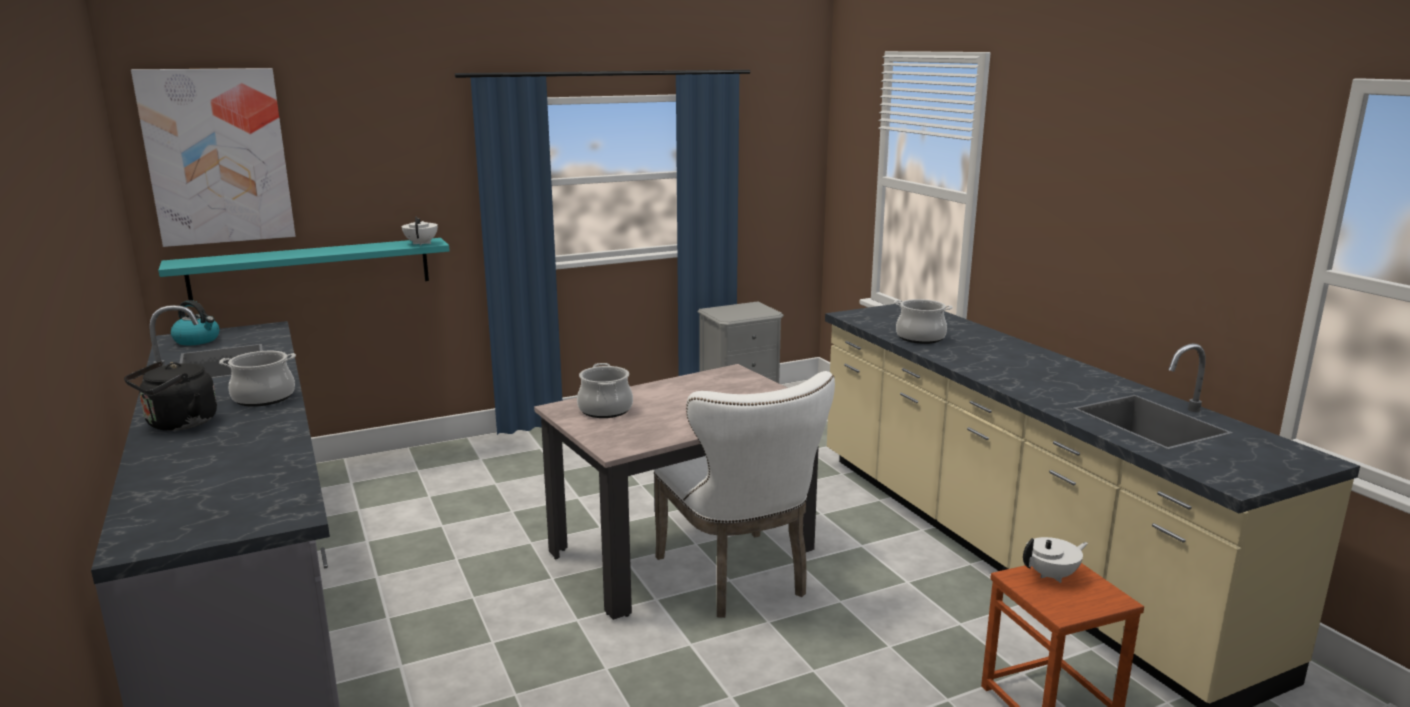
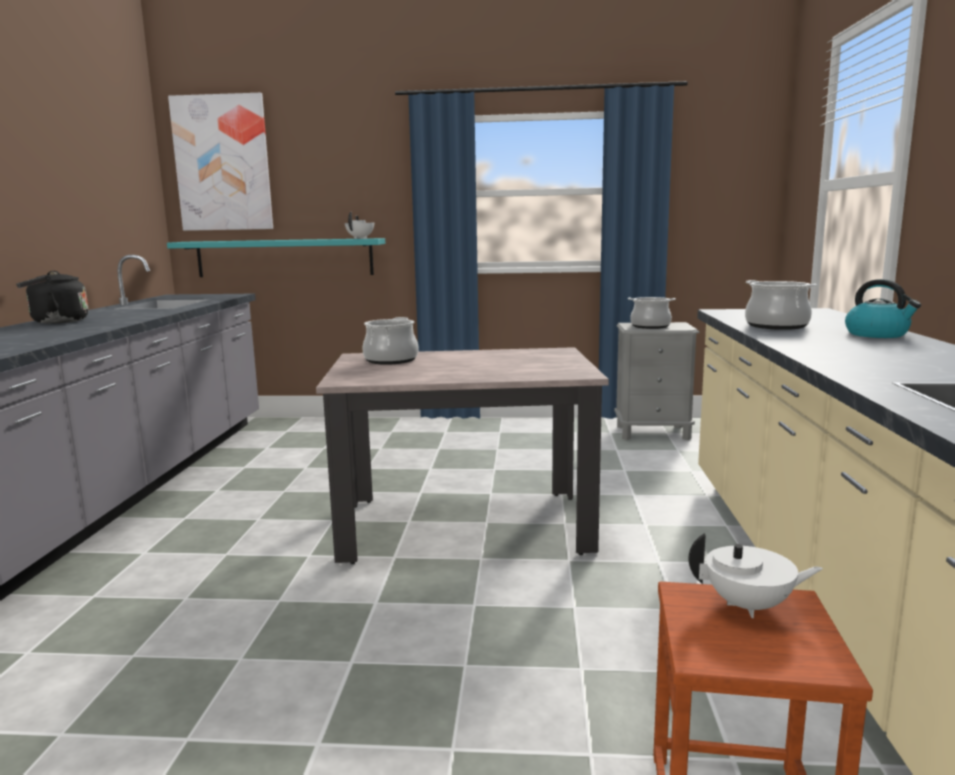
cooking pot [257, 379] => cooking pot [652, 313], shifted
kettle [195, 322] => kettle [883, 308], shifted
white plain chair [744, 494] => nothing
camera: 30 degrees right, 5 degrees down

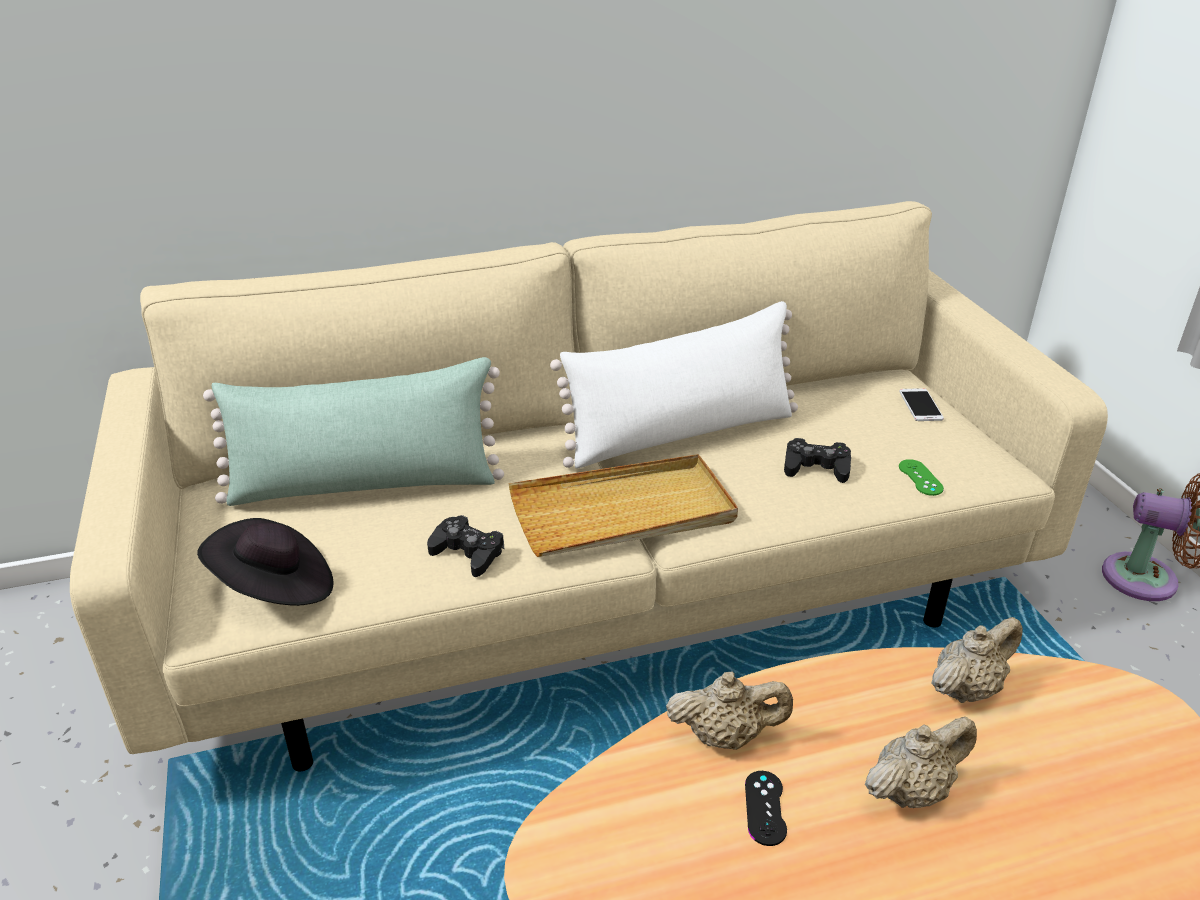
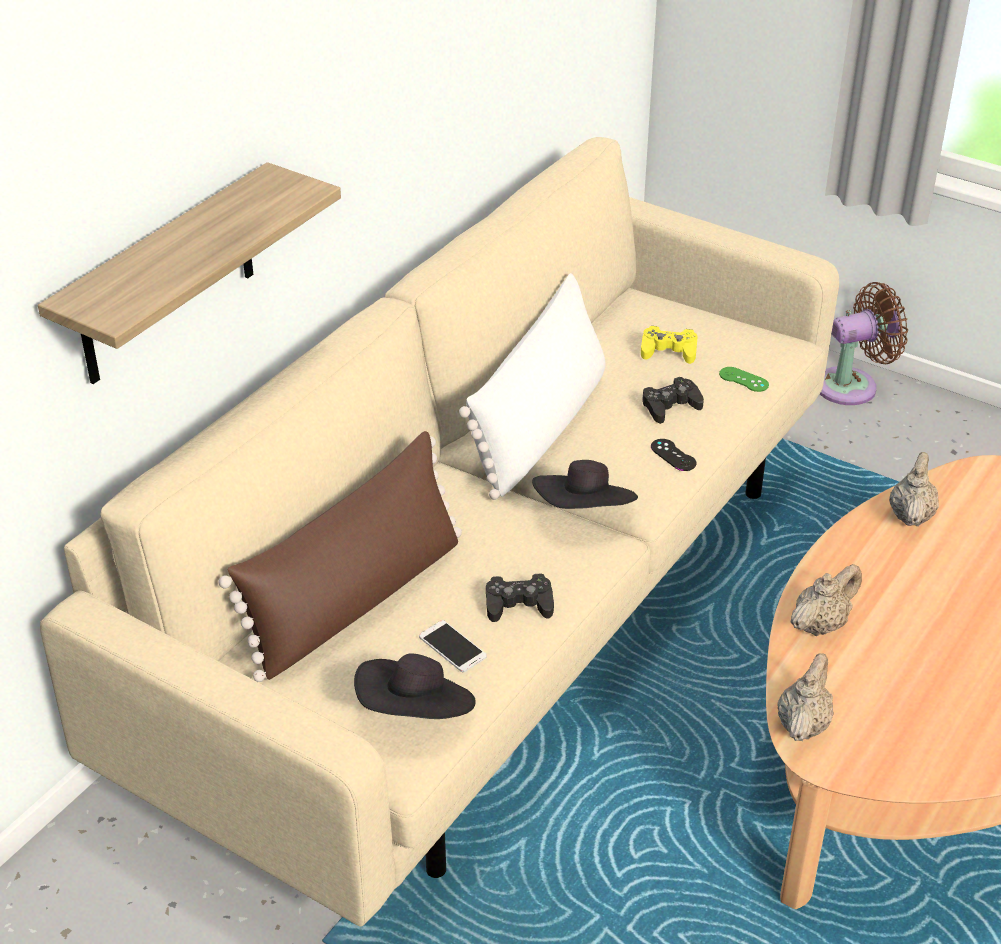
nothing => wall shelf [189, 273]
green throw pillow [353, 431] => brown throw pillow [340, 556]
handset [921, 404] => handset [453, 646], shifted
sand-coloured tray [623, 505] => black-coloured clothing hat [585, 484]
nothing => yellowish joypad [669, 345]
black-coloured joypad [766, 808] => black-coloured joypad [673, 455], shifted
sand-coloured tea pot [921, 762] => sand-coloured tea pot [806, 697], shifted
camera: 40 degrees left, 5 degrees up

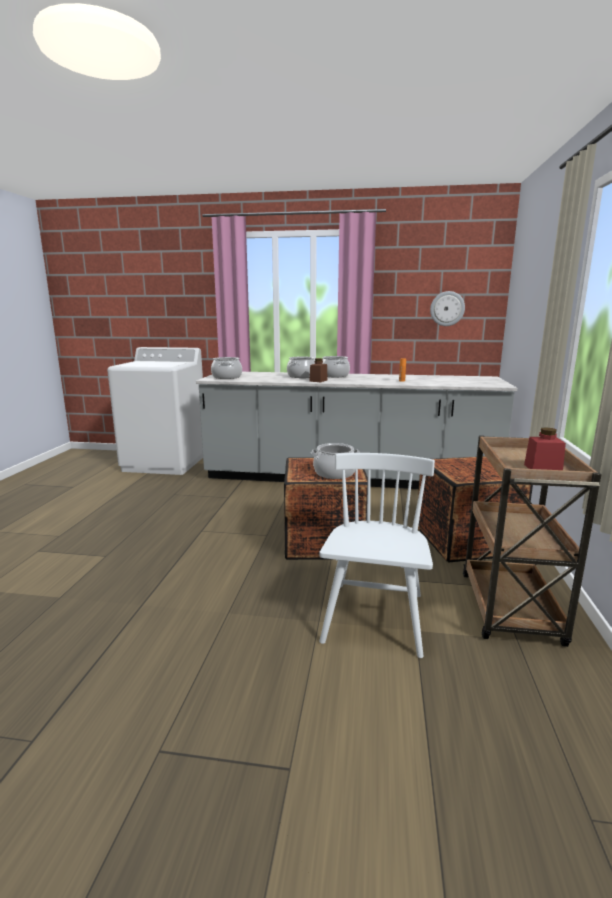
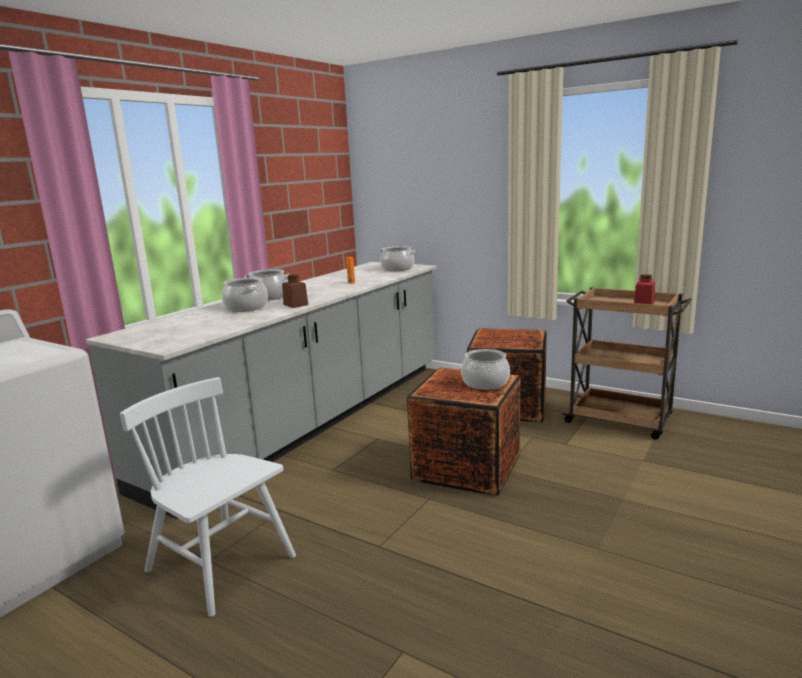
white plain chair [377, 555] => white plain chair [208, 497], shifted
cooking pot [226, 368] => cooking pot [397, 258], shifted
clock on the wall [447, 308] => nothing
camera: 65 degrees left, 0 degrees up

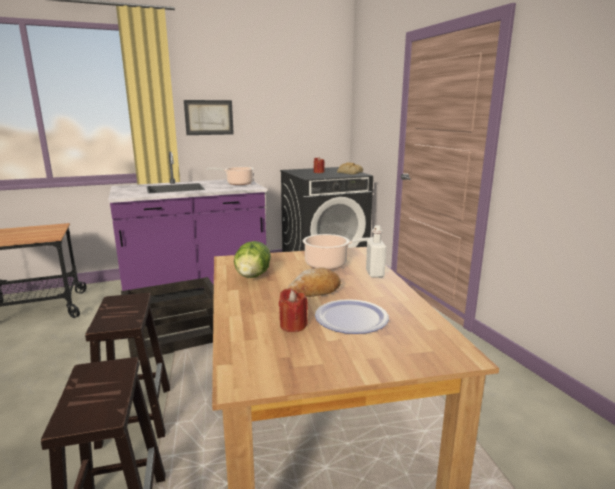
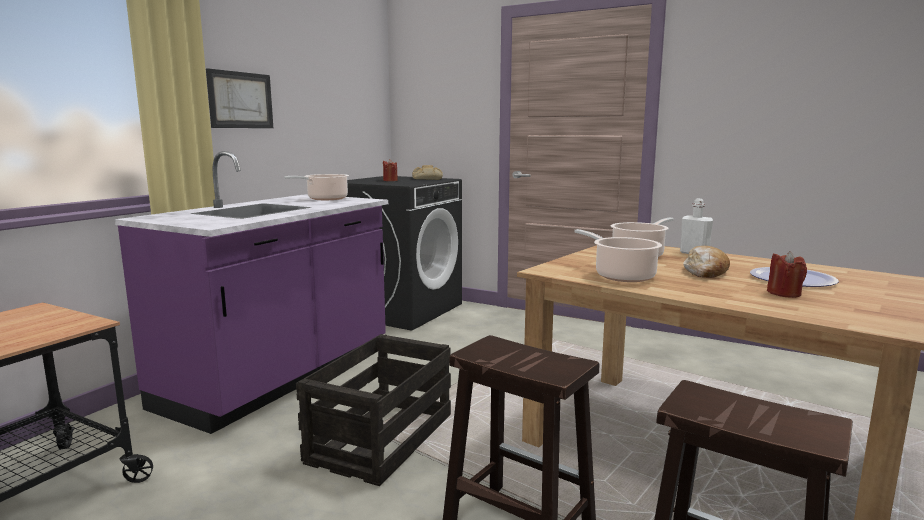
head of lettuce [252, 259] => cooking pot [618, 255]
camera: 40 degrees left, 5 degrees down

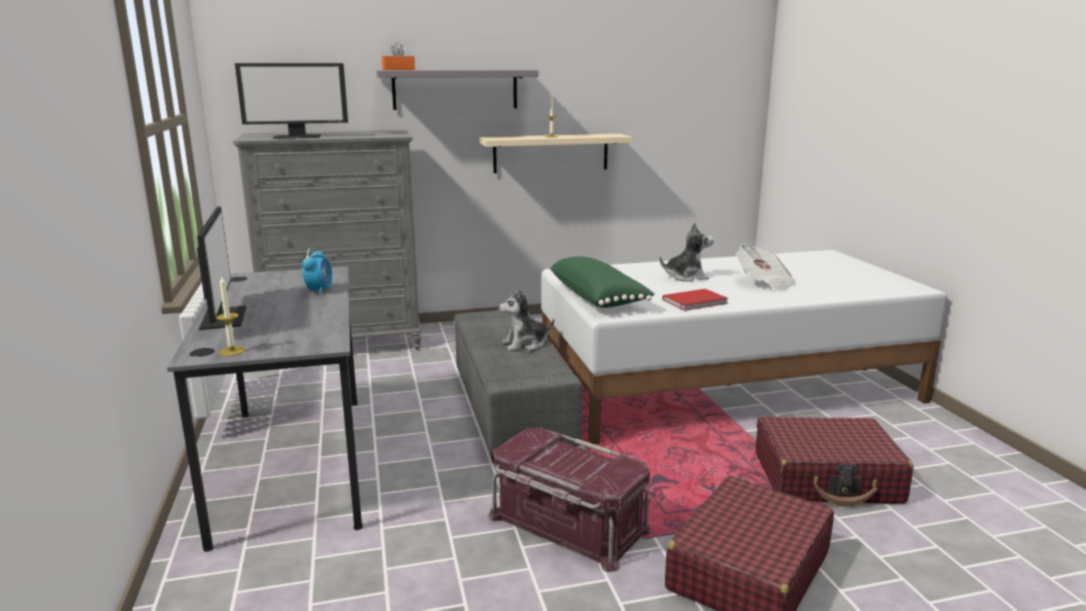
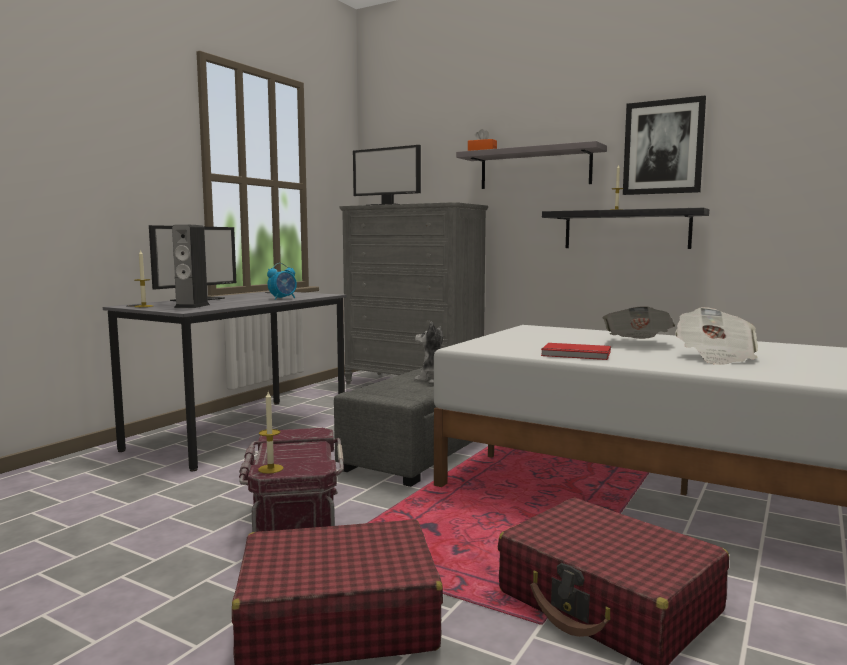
nothing => speaker [191, 266]
nothing => wax light [270, 433]
sand-coloured wall shelf [555, 153] => black-coloured wall shelf [625, 228]
soft toy [686, 252] => daily paper [638, 322]
nothing => picture [664, 145]
green throw pillow [602, 282] => nothing
camera: 45 degrees right, 10 degrees down

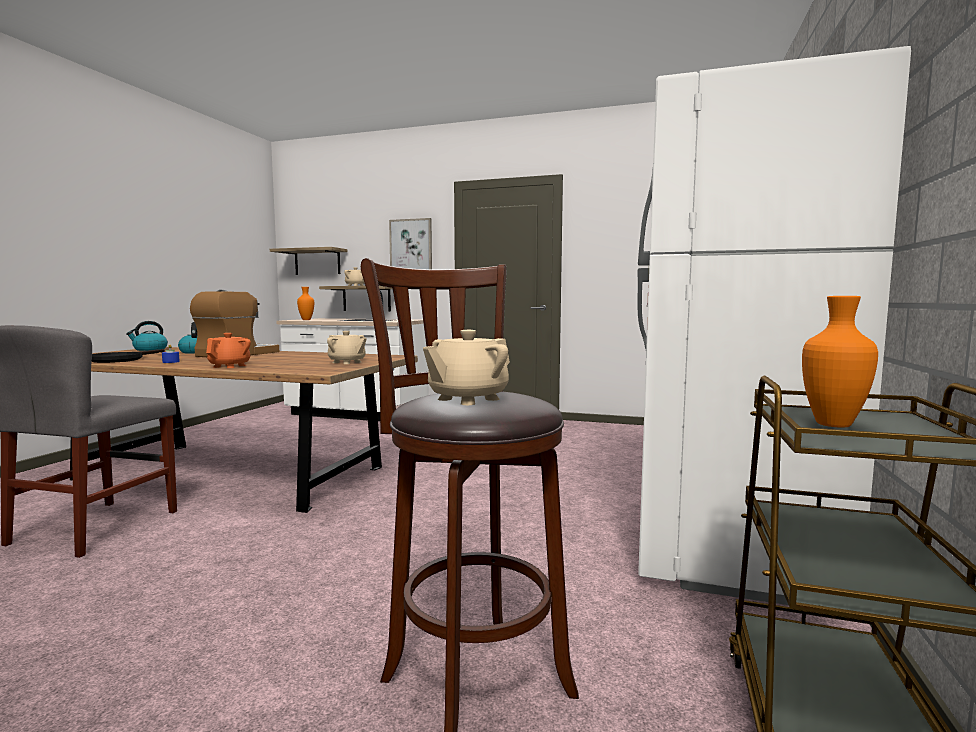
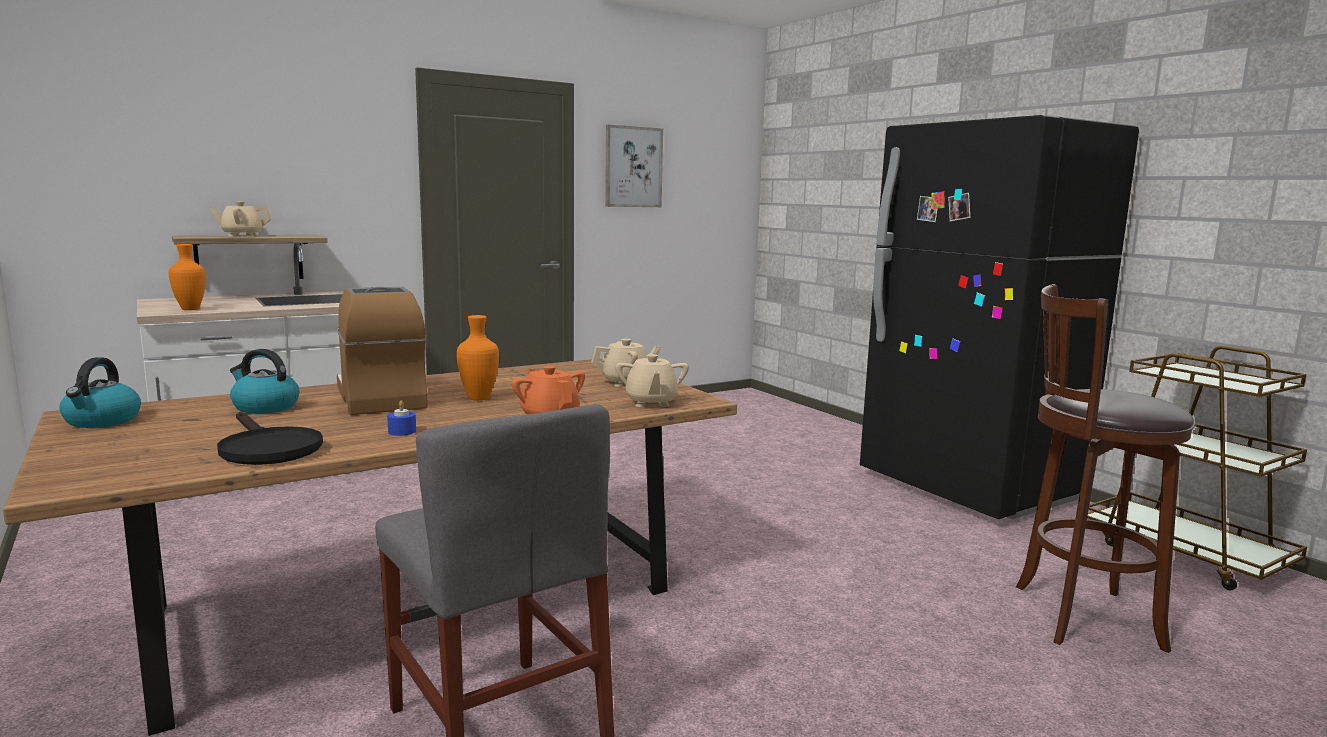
orangey flower vase [840, 362] => orangey flower vase [478, 358], shifted
picture [410, 243] => picture [634, 166], shifted
sand-coloured tea pot [466, 367] => sand-coloured tea pot [652, 380], shifted
white kitchen fridge [774, 325] => black-coloured kitchen fridge [999, 317]
wall shelf [309, 261] => nothing
camera: 50 degrees left, 5 degrees up

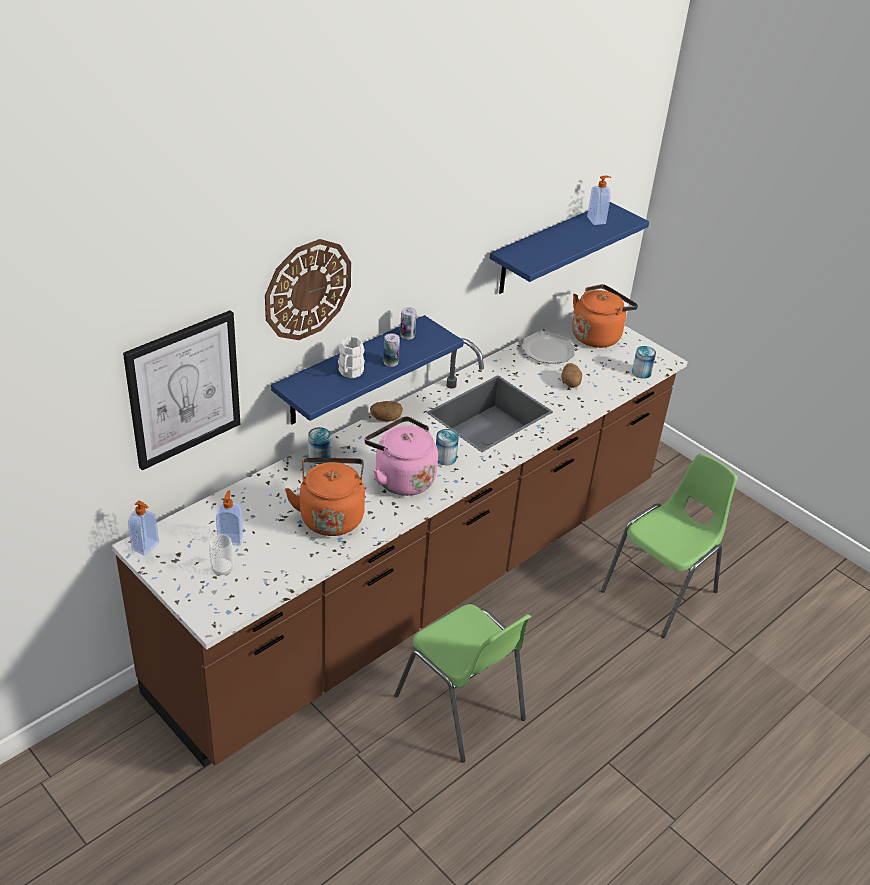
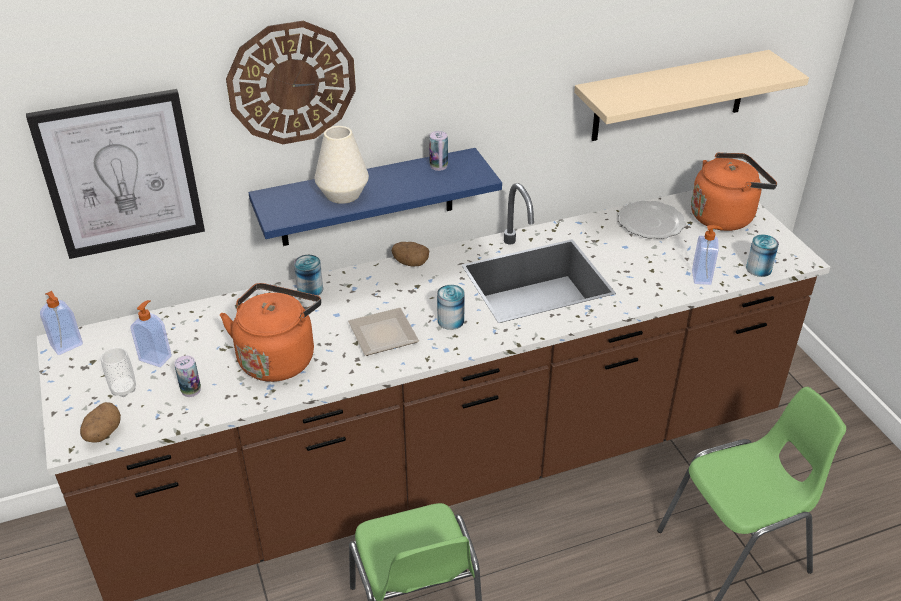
spud [571, 375] => spud [100, 422], shifted
sealed can [391, 350] => sealed can [187, 376], shifted
white coffee mug [351, 357] => white flower vase [342, 165]
pinkish kettle [401, 456] => plate [383, 332]
blue wall shelf [569, 248] => sand-coloured wall shelf [691, 95]
soap bottle [599, 200] => soap bottle [707, 255], shifted
camera: 25 degrees right, 0 degrees up

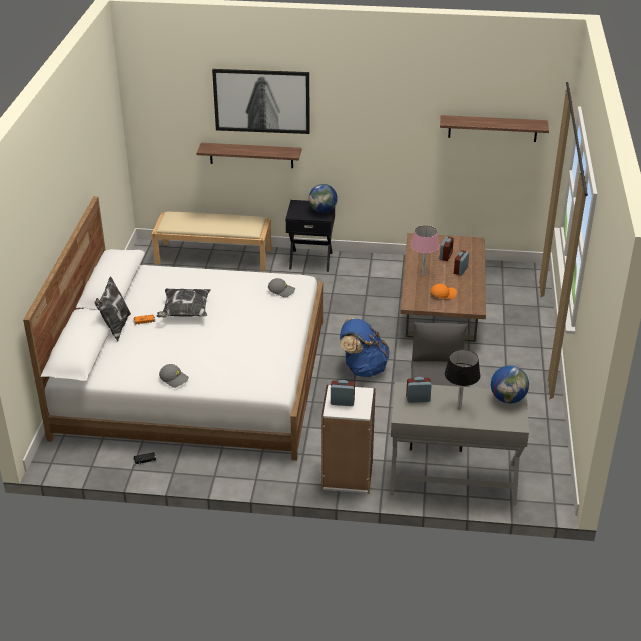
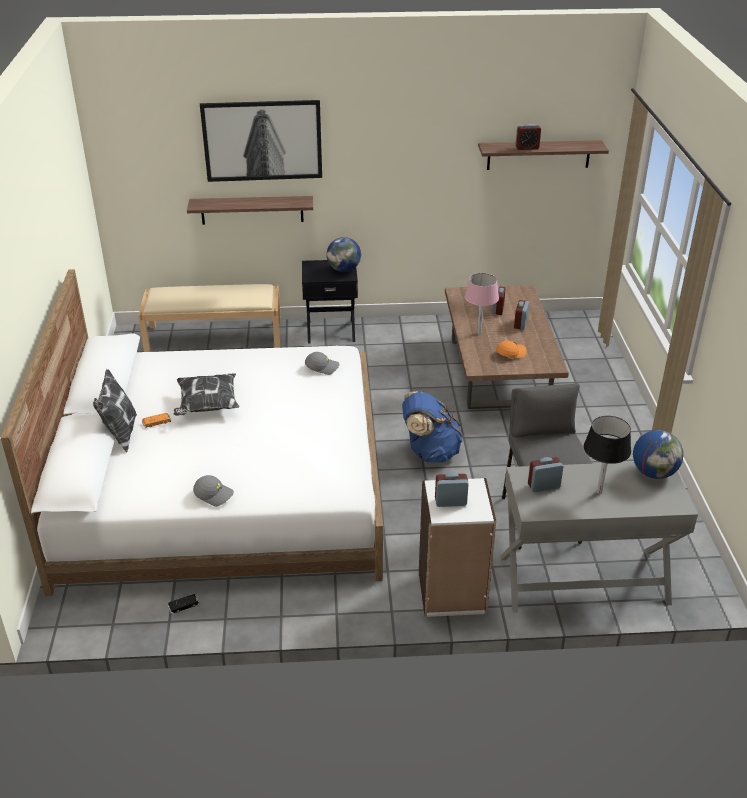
nothing => bedside clock [528, 137]
camera: 10 degrees left, 0 degrees up

